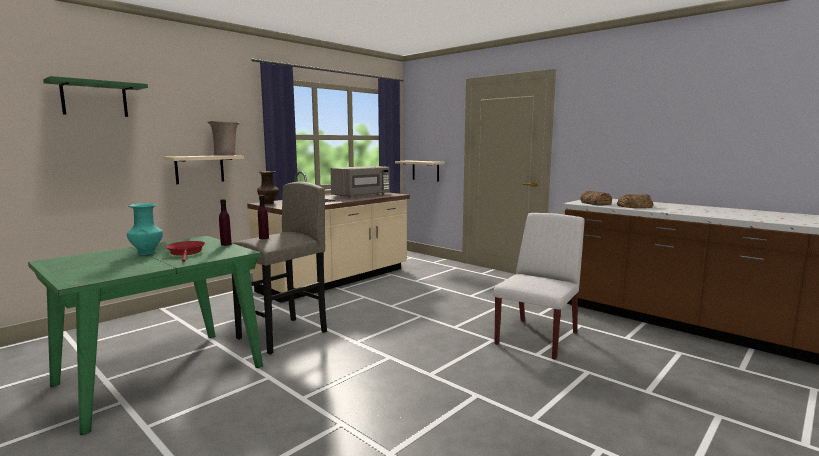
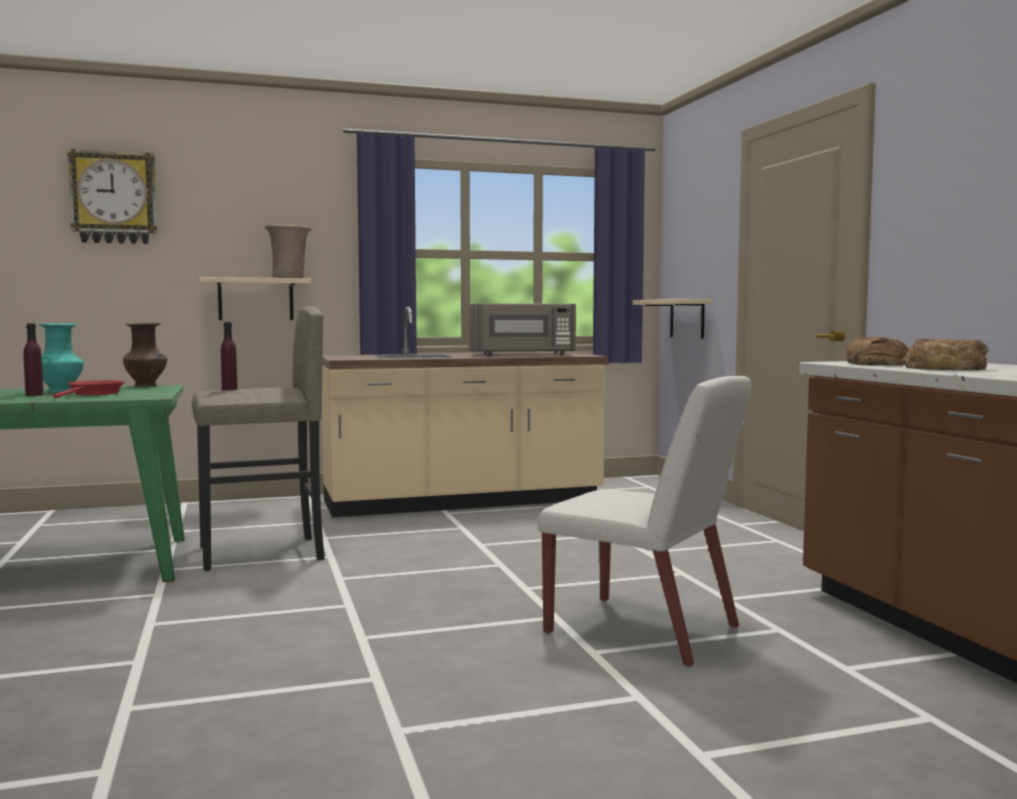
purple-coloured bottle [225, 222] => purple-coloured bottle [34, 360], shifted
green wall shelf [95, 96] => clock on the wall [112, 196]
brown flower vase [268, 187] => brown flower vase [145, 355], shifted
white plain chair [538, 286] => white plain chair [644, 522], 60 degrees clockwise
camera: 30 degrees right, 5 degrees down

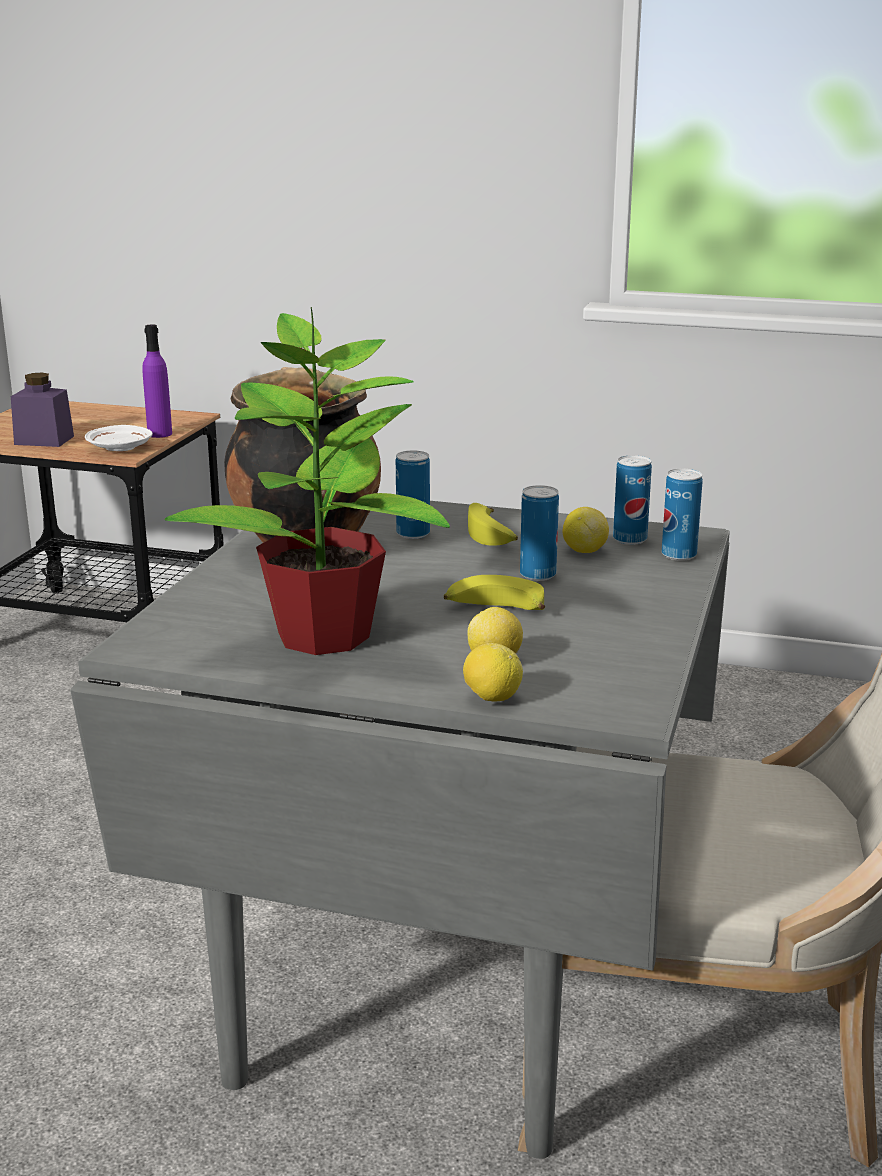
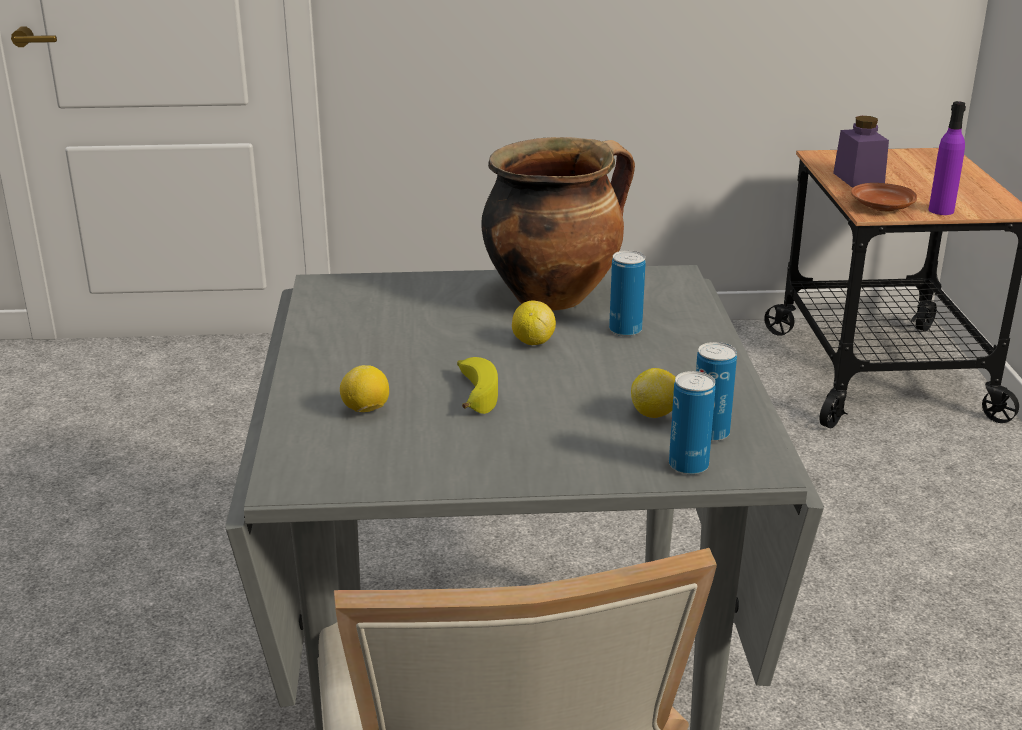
whole lemon [493, 672] => whole lemon [534, 322], shifted
white plate [118, 438] => brown plate [884, 197]
plant in a pot [307, 481] => nothing
banana fruit [493, 524] => nothing
sealed can [539, 533] => nothing
camera: 70 degrees right, 5 degrees up

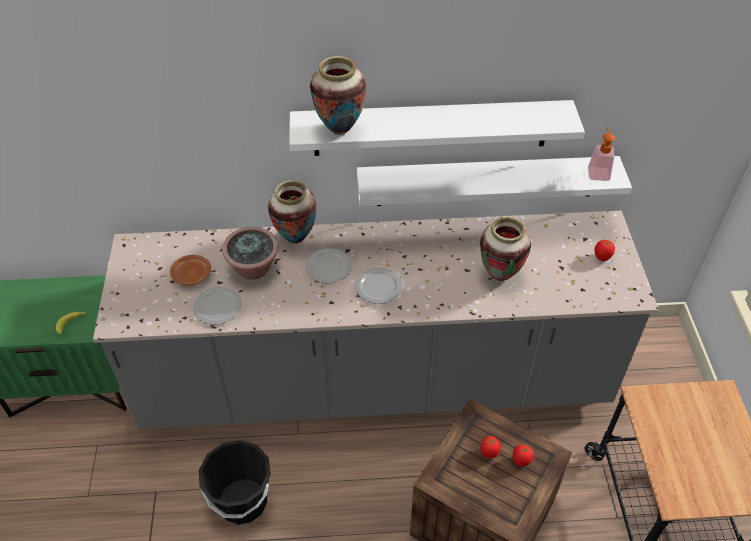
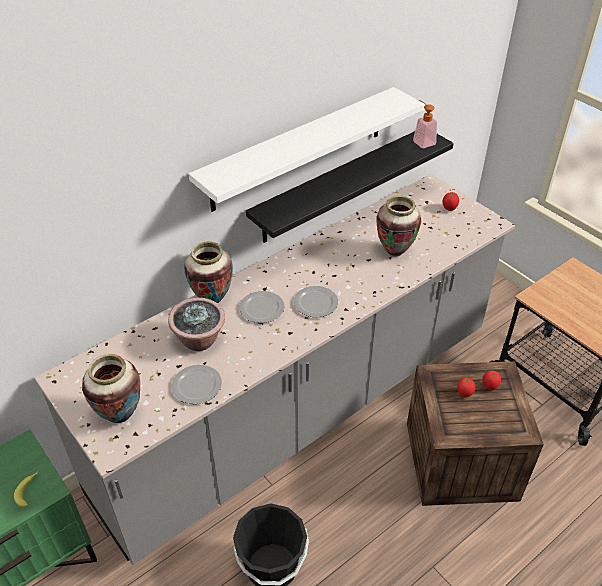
flower vase [338, 95] => flower vase [111, 388], shifted
white wall shelf [494, 181] => black-coloured wall shelf [350, 187]
brown plate [190, 270] => nothing
camera: 35 degrees left, 5 degrees down

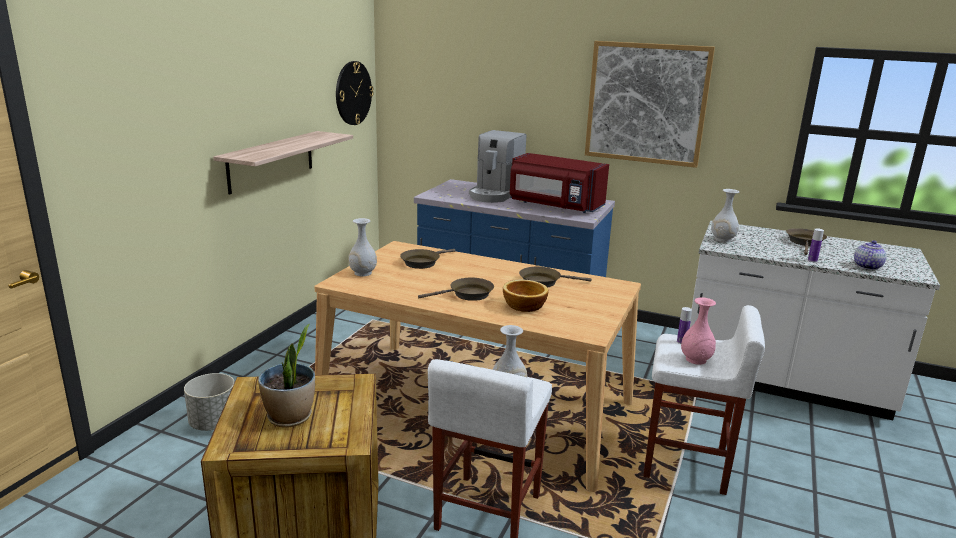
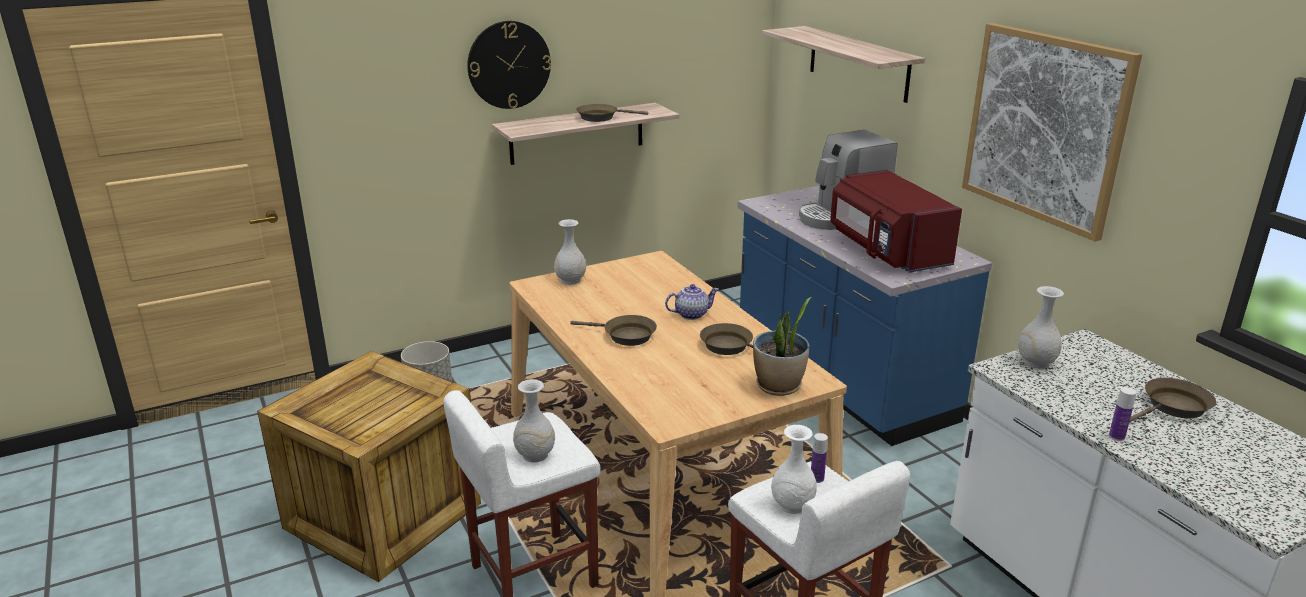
clock on the wall [355, 93] => clock on the wall [509, 65], shifted
brown pan [427, 259] => brown pan [612, 113], shifted
tea pot [870, 255] => tea pot [692, 302], shifted
plant in a pot [286, 376] => plant in a pot [782, 346], shifted
nothing => wall shelf [843, 64]
pinkish flower vase [698, 331] => white flower vase [794, 469]
serving bowl [526, 295] => nothing
camera: 40 degrees right, 5 degrees up

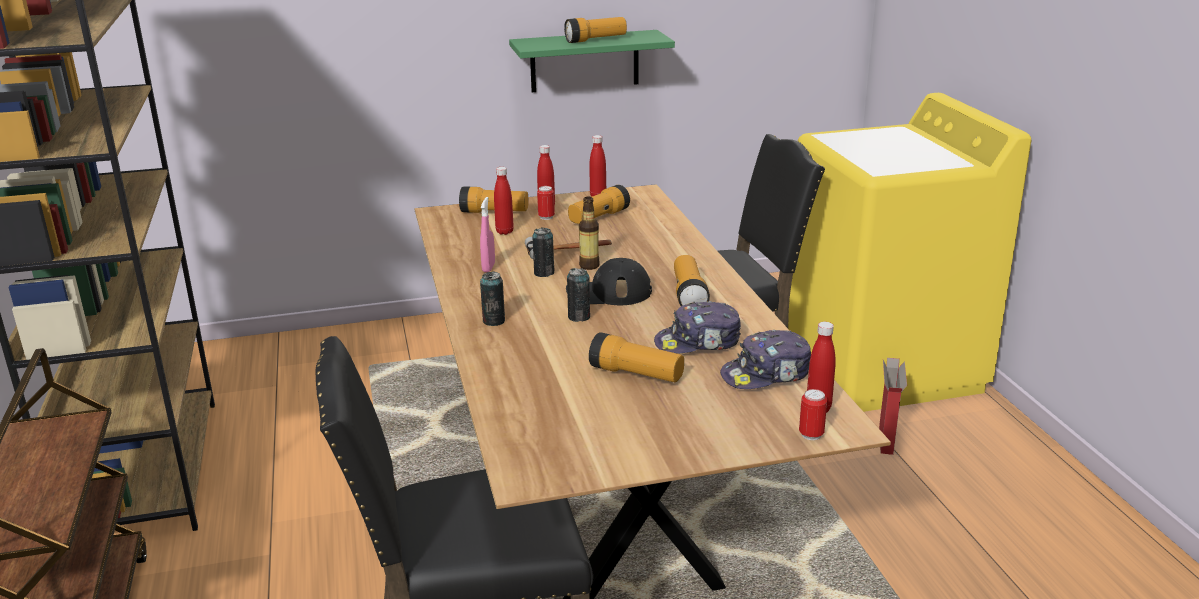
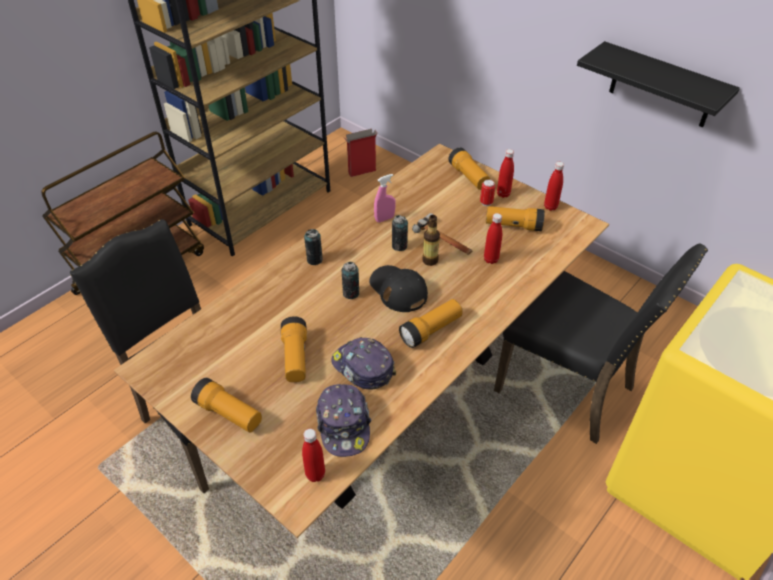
torch [595, 30] => torch [226, 405], shifted
cap [765, 359] => cap [343, 420], 135 degrees counterclockwise
carton [893, 406] => carton [360, 153], shifted
reddish bottle [504, 201] => reddish bottle [493, 238], shifted
green wall shelf [592, 61] => black-coloured wall shelf [658, 84]
sealed can [813, 414] => nothing
camera: 55 degrees right, 20 degrees up

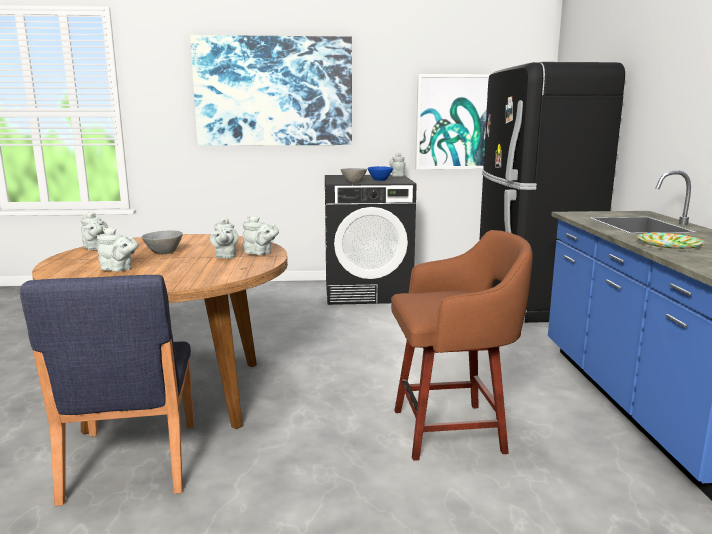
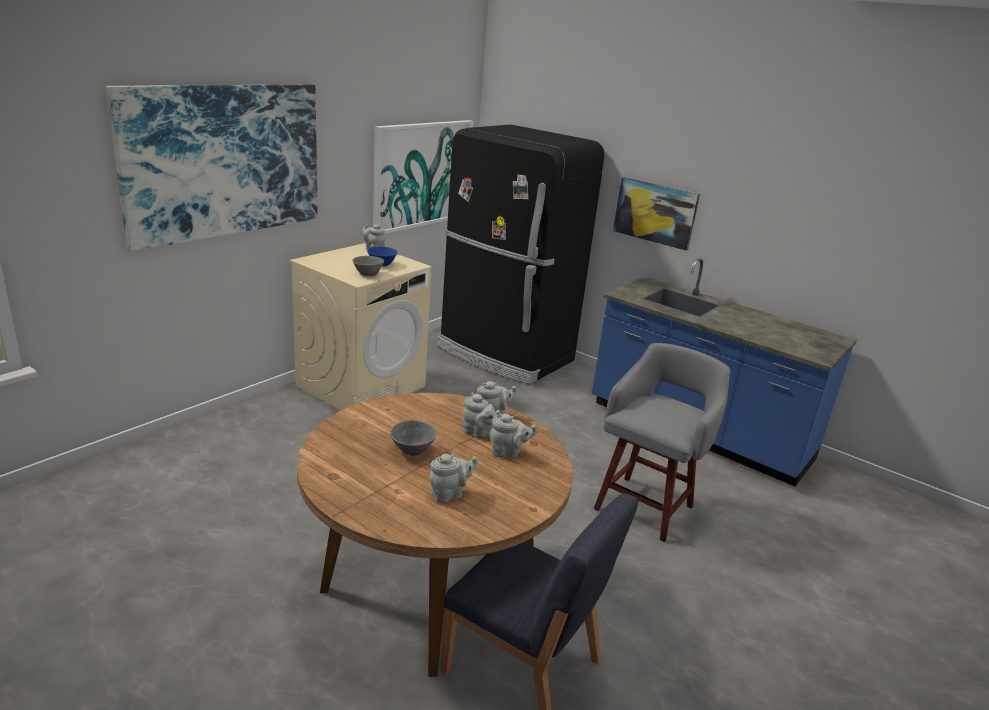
black-coloured washing machine [371, 240] => sand-coloured washing machine [360, 326]
gray tea pot [94, 230] => gray tea pot [513, 436], shifted
brown sitting stool [462, 345] => gray sitting stool [662, 442]
nothing => picture [656, 214]
plate [670, 241] => nothing
camera: 50 degrees left, 10 degrees up

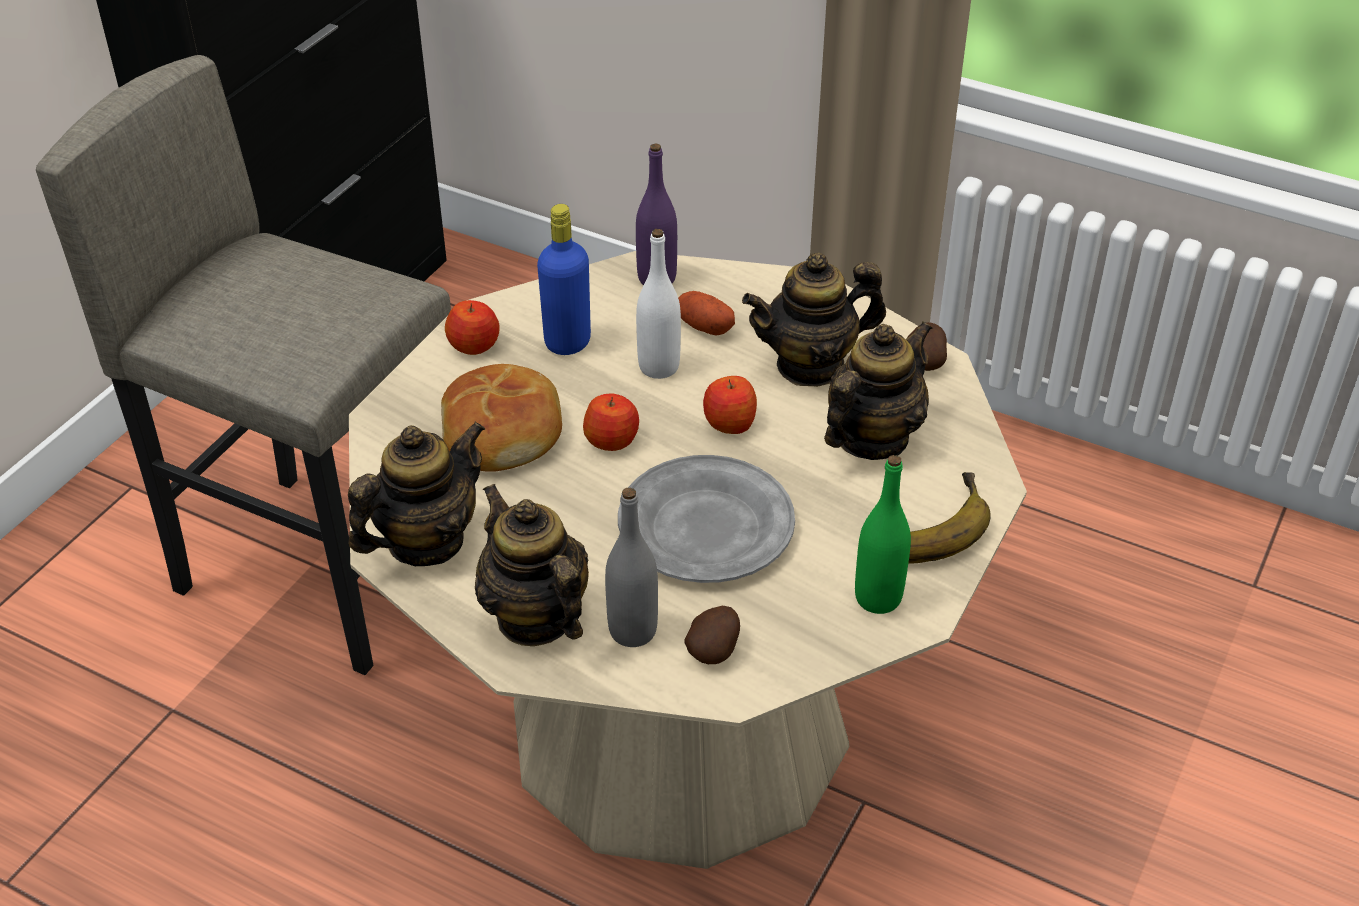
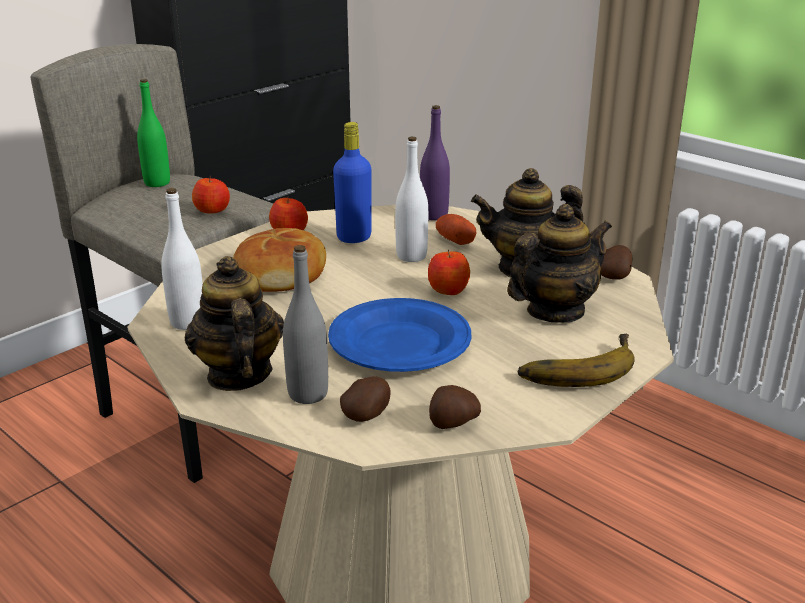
green bottle [883, 534] => green bottle [153, 133], shifted
tea pot [416, 494] => white bottle [182, 259]
apple [611, 422] => apple [211, 195], shifted
gray plate [706, 519] => blue plate [400, 335]
nothing => spud [455, 407]
camera: 15 degrees right, 15 degrees down

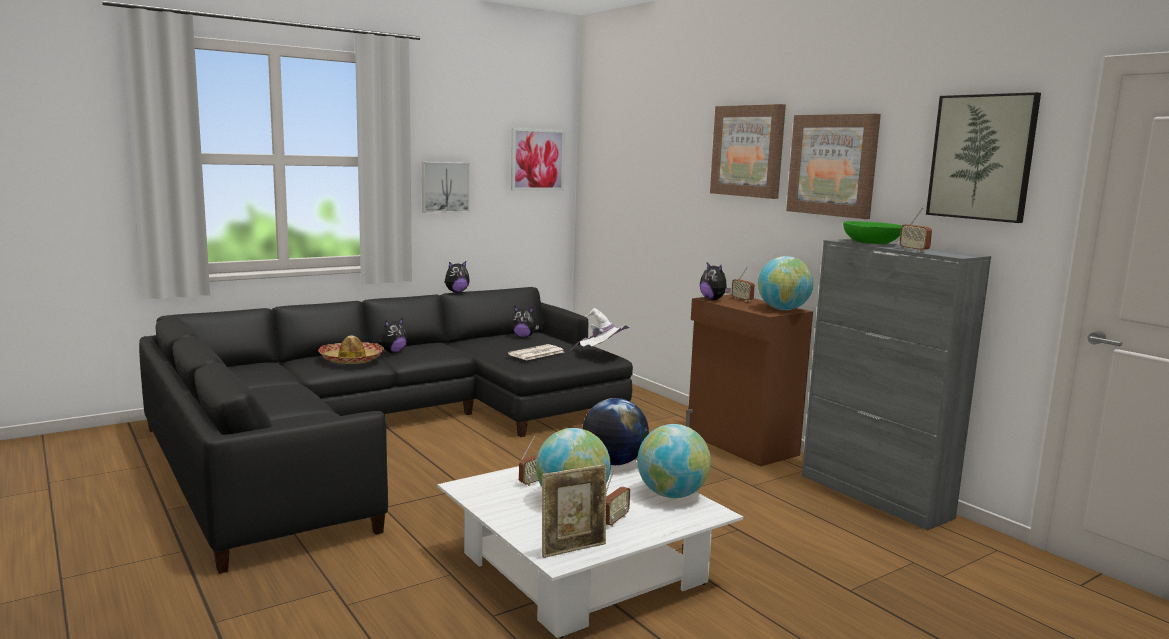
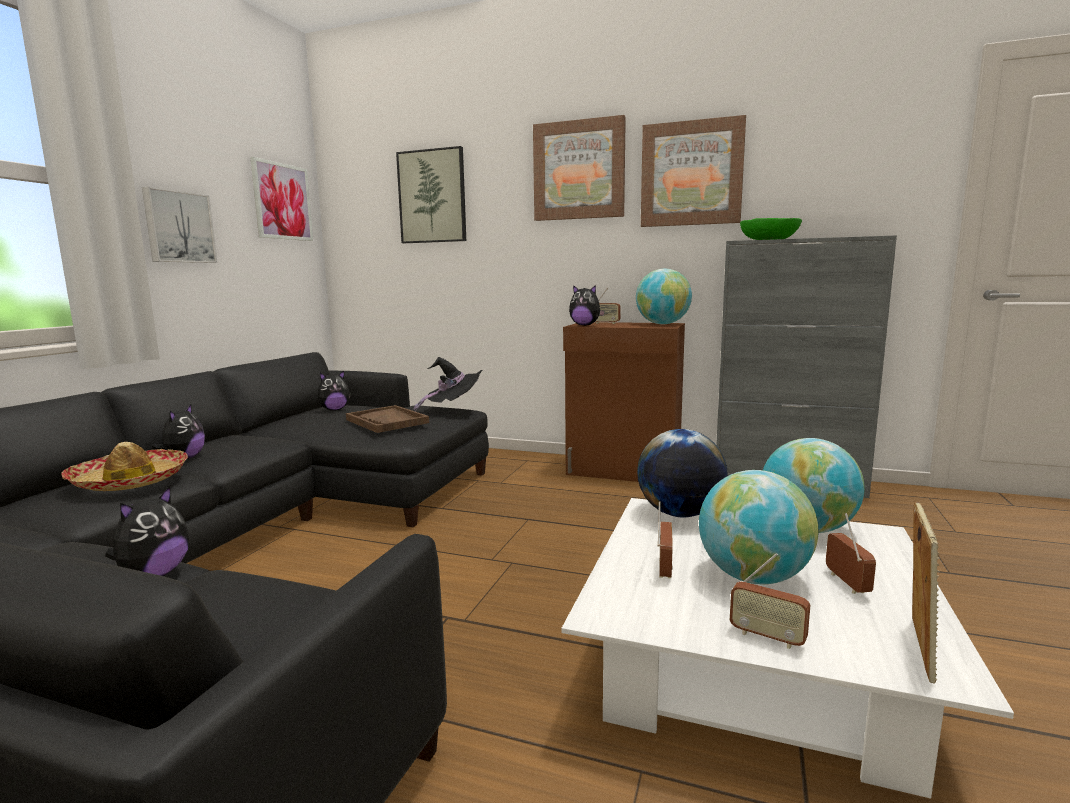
soft toy [457, 277] => soft toy [147, 531], shifted
daily paper [536, 352] => brown tray [387, 419]
picture [983, 157] => picture [431, 194], shifted
white clothing hat [600, 329] => black-coloured clothing hat [448, 384]
radio set [915, 229] => radio set [770, 601], shifted
camera: 35 degrees left, 0 degrees up

